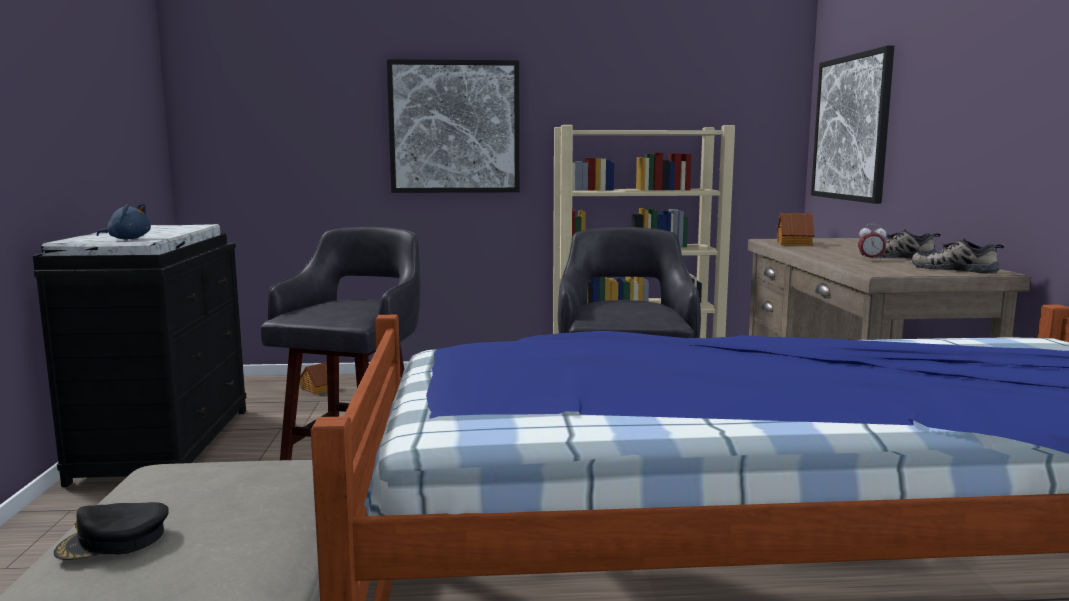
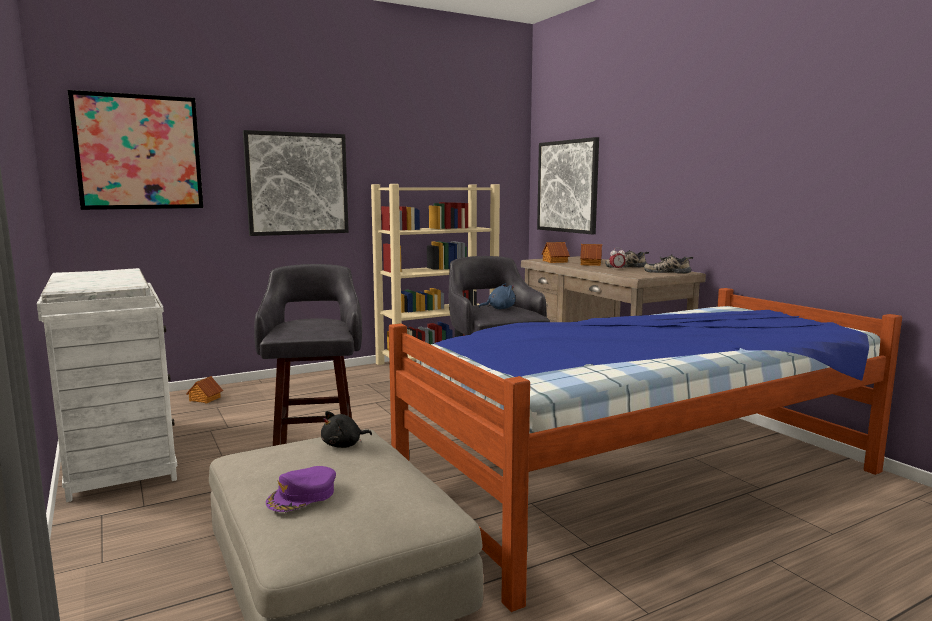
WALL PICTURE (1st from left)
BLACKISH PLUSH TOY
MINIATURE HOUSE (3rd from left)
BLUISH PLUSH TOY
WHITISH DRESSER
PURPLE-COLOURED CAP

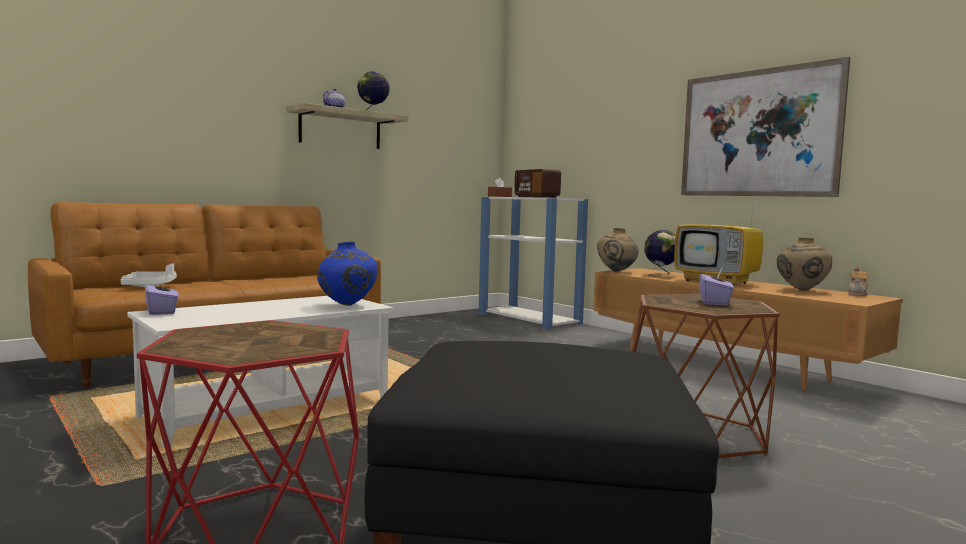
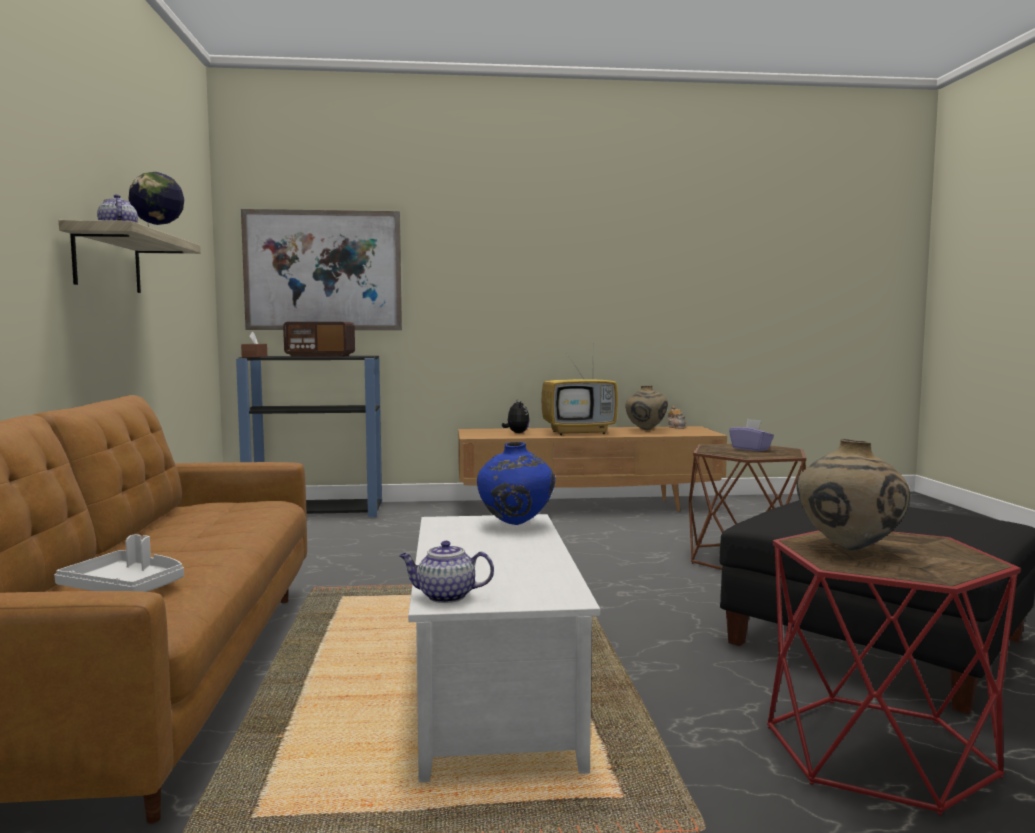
BEIGE-COLOURED DECORATIVE VASE (2nd from left)
WALL PICTURE
TEA POT (2nd from left)
PLUSH TOY
BLACKISH BOOKCASE

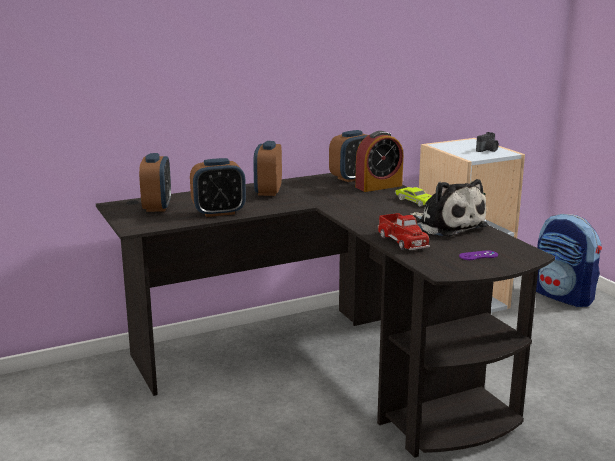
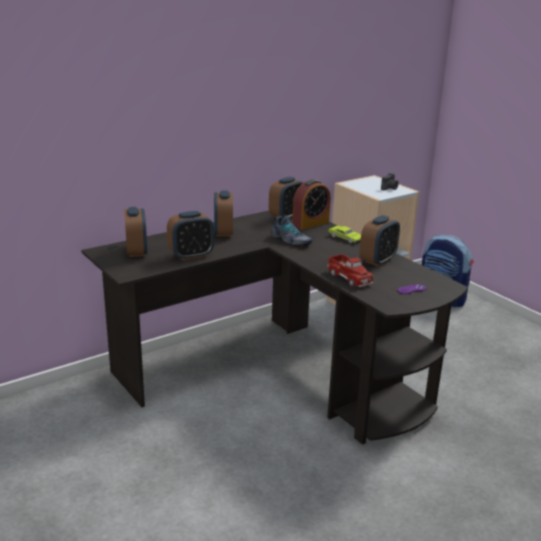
LOW SHOE
TABLE CLOCK (6th from left)

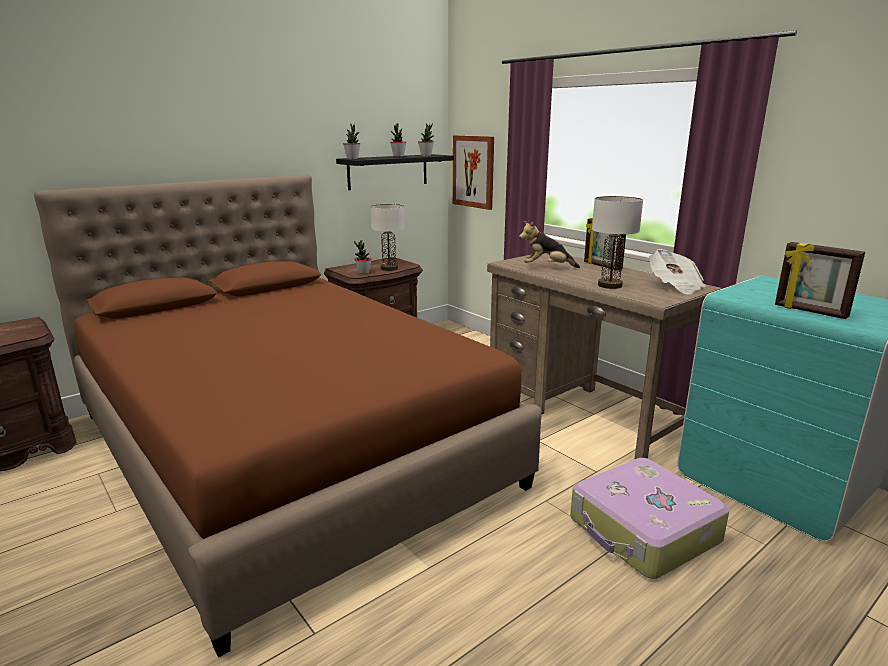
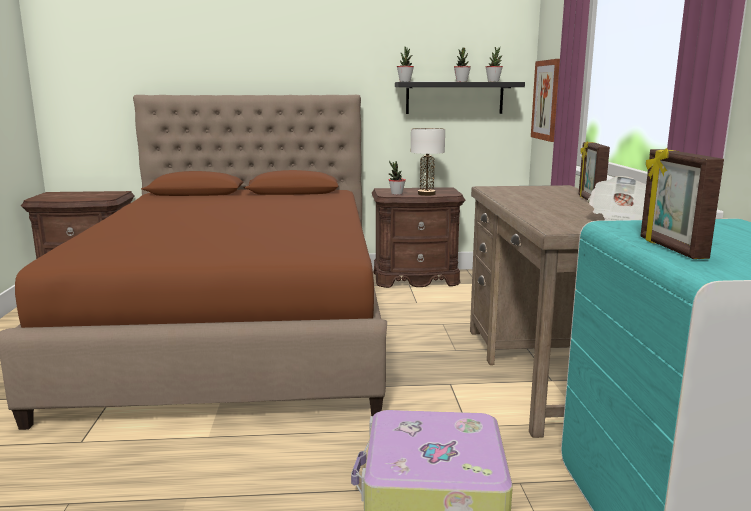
PLUSH TOY
TABLE LAMP (2nd from left in the first image)

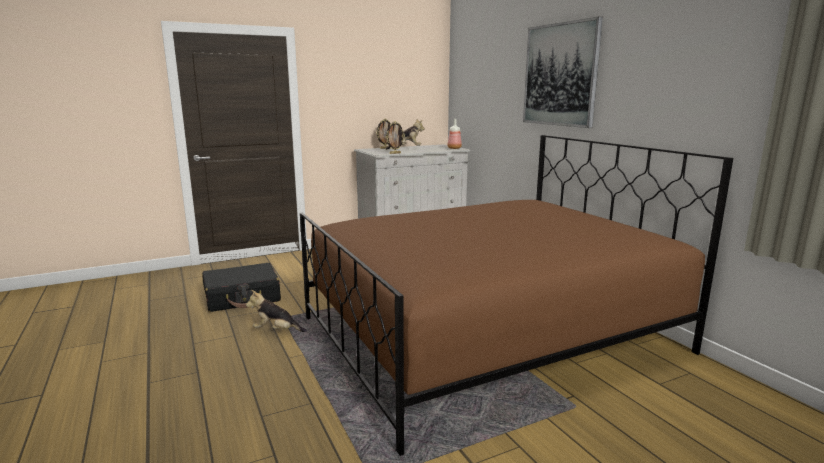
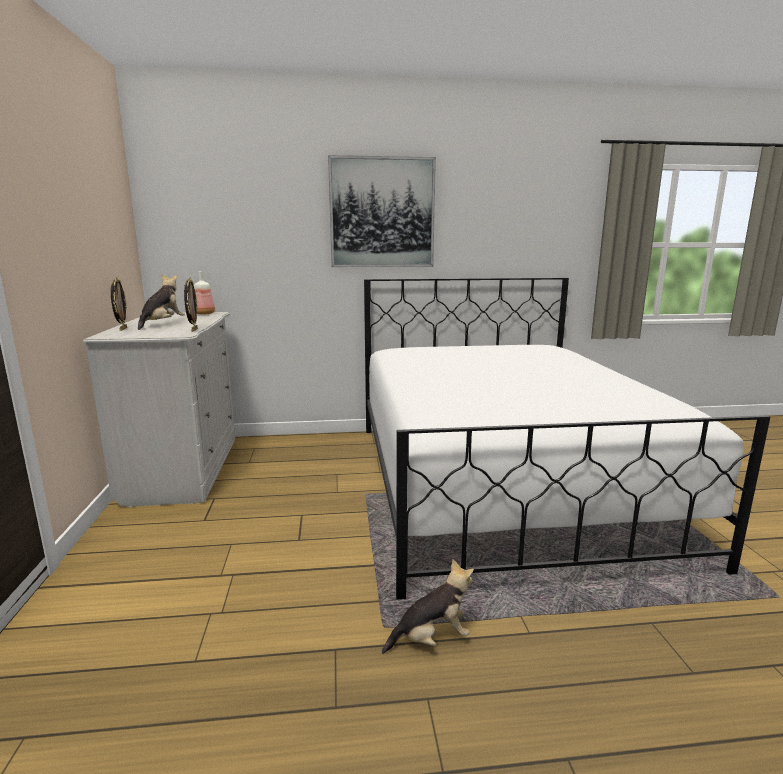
BLACKISH PIECE OF LUGGAGE
WHITISH BEDROOM BED
PLUSH TOY (2nd from left)

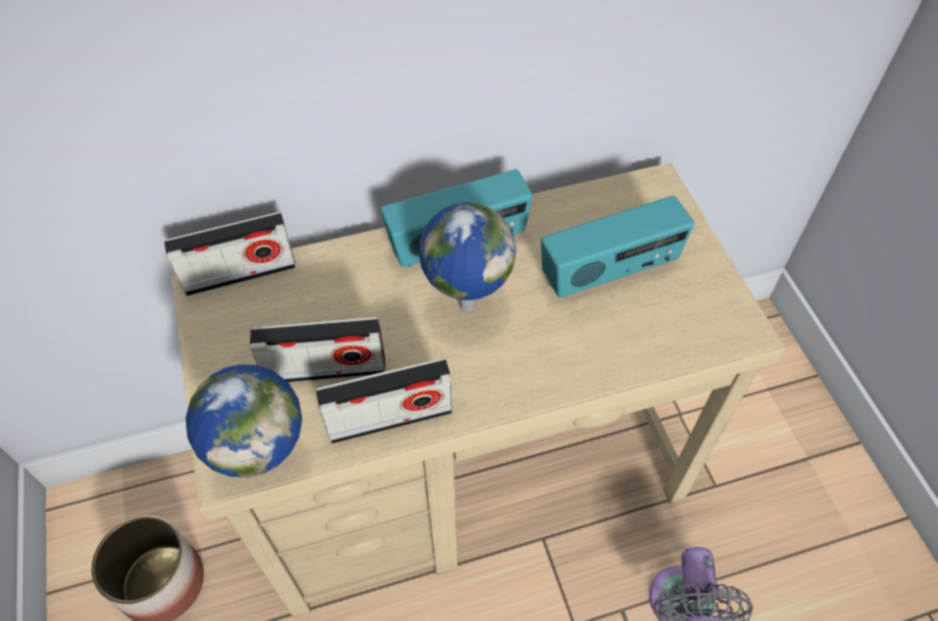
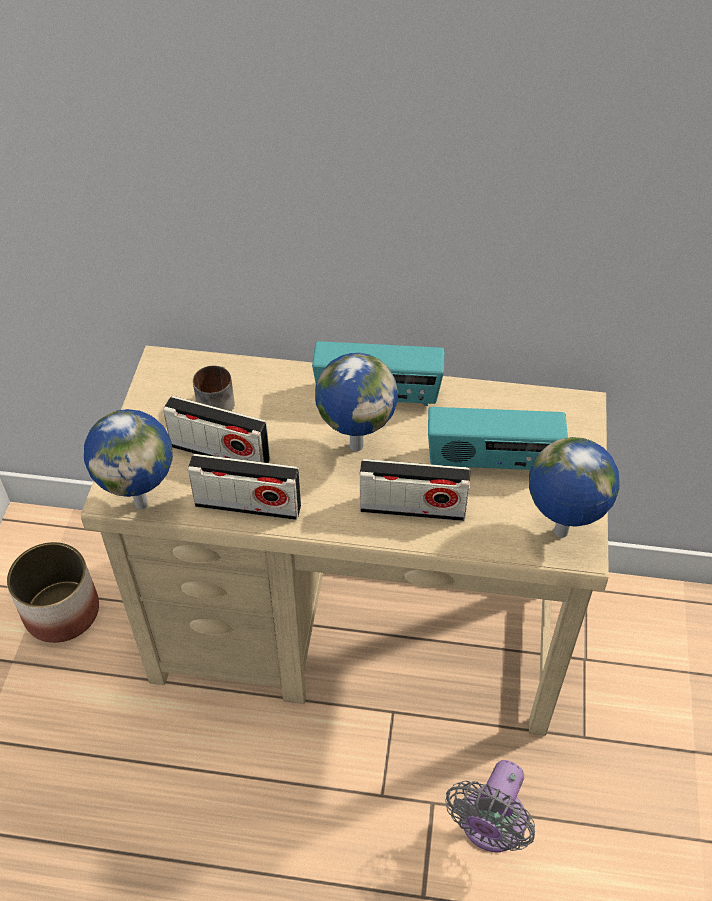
MUG
WORLD GLOBE (3rd from left)
RADIO RECEIVER (4th from left)

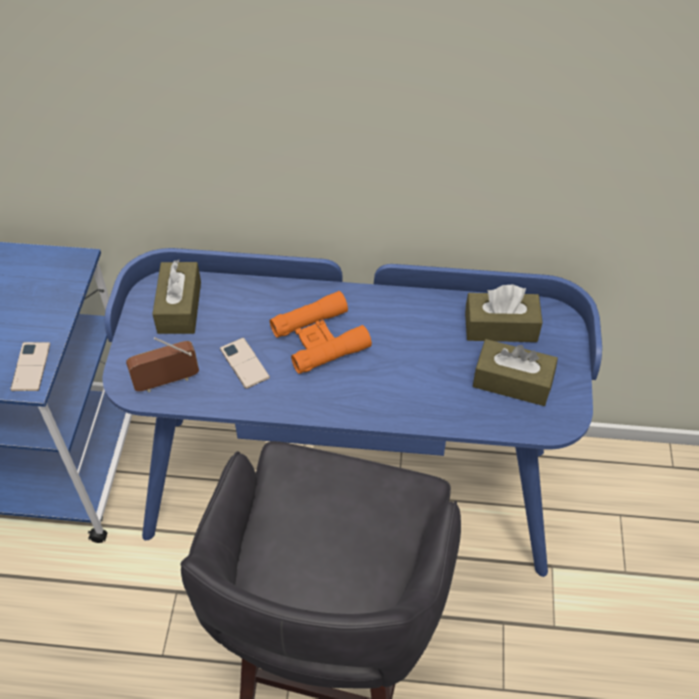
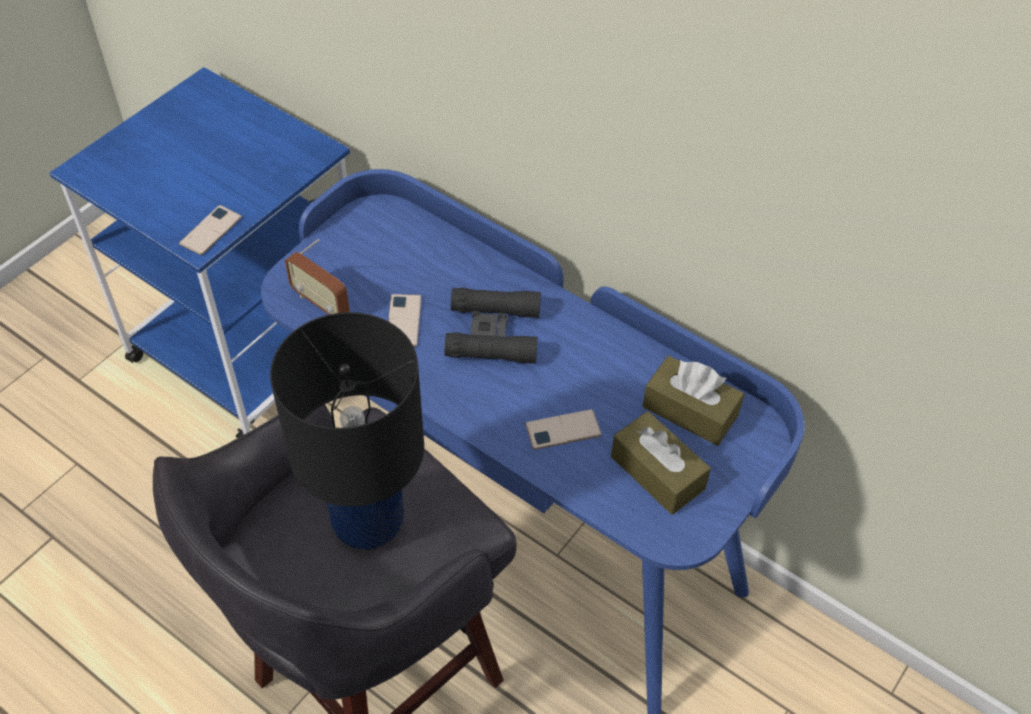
BROWN-COLOURED TISSUE HOLDER (1st from left in the first image)
BLACKISH TABLE LAMP
TELEPHONE (3rd from left)
BLACKISH PAIR OF BINOCULARS
RADIO RECEIVER

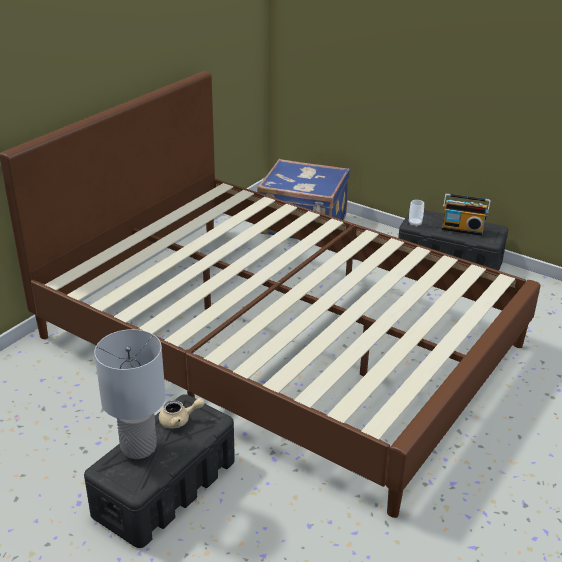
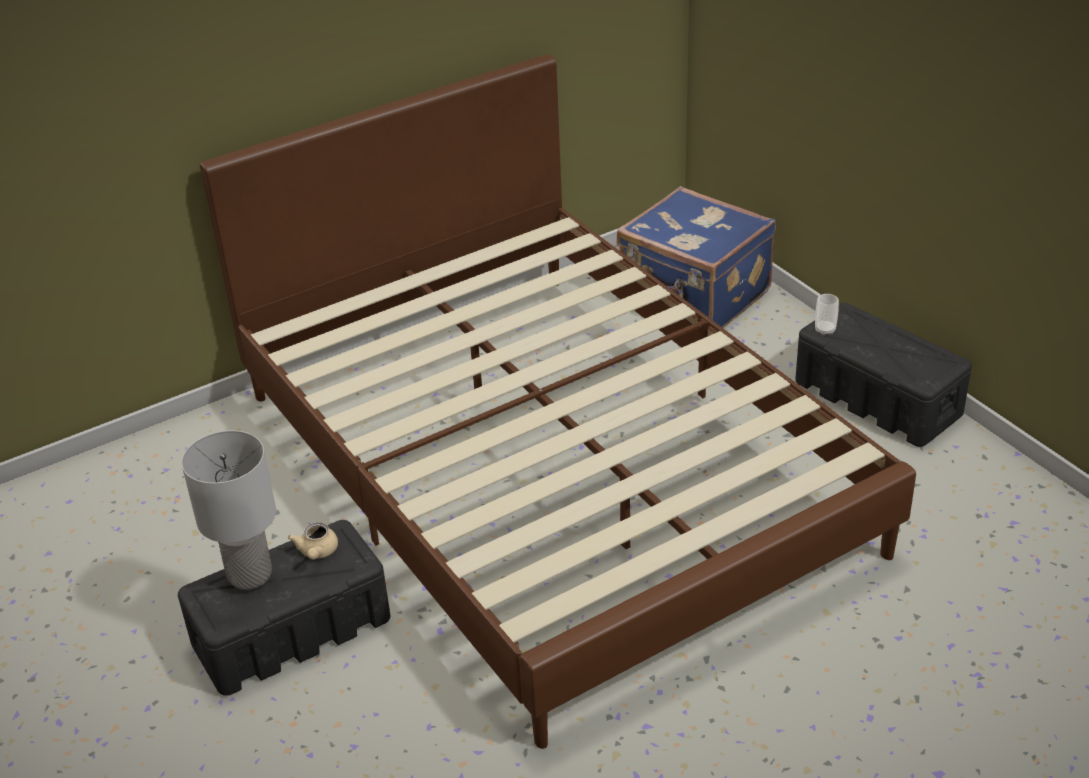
RADIO RECEIVER
BEIGE-COLOURED TEA POT

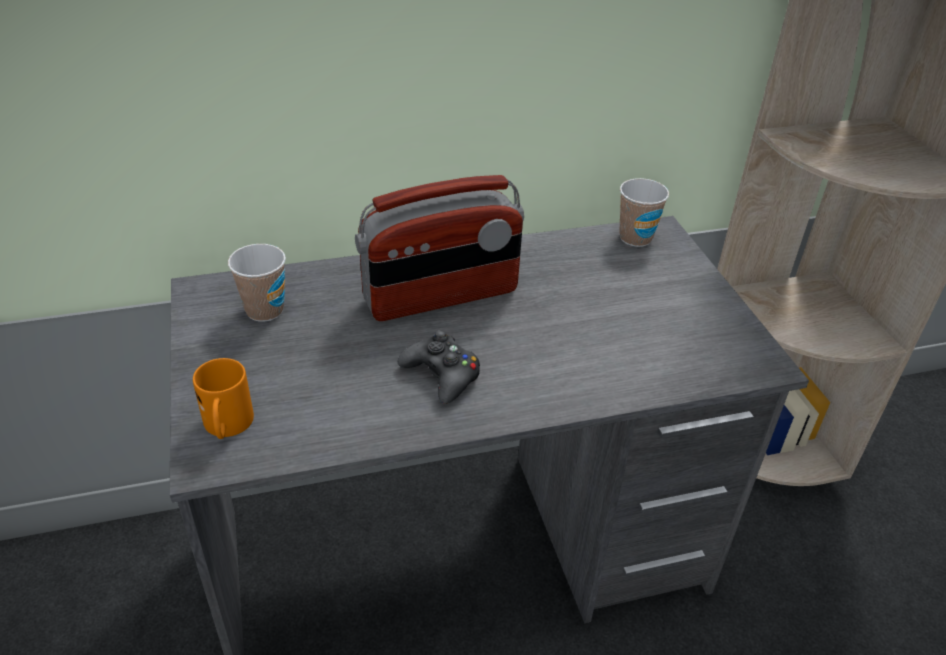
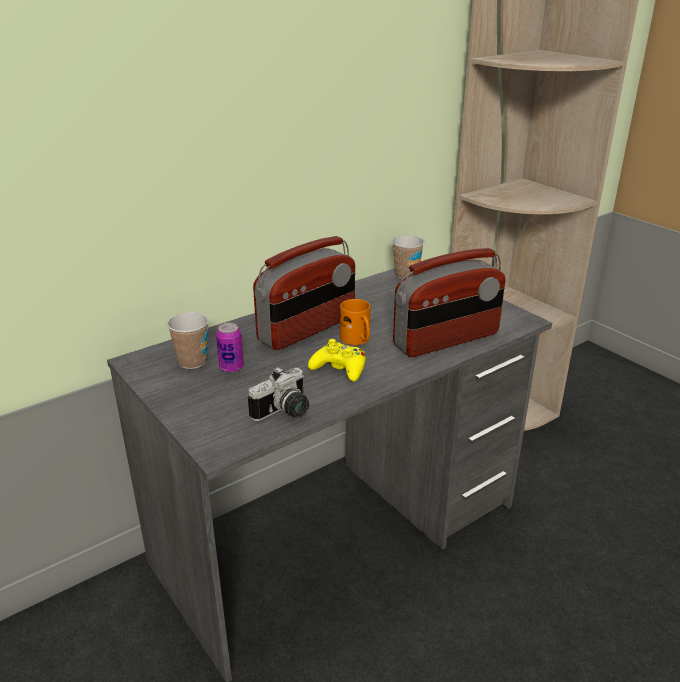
SEALED CAN
PHOTO CAMERA
RADIO RECEIVER (2nd from left)
ORANGEY MUG
YELLOW JOYPAD

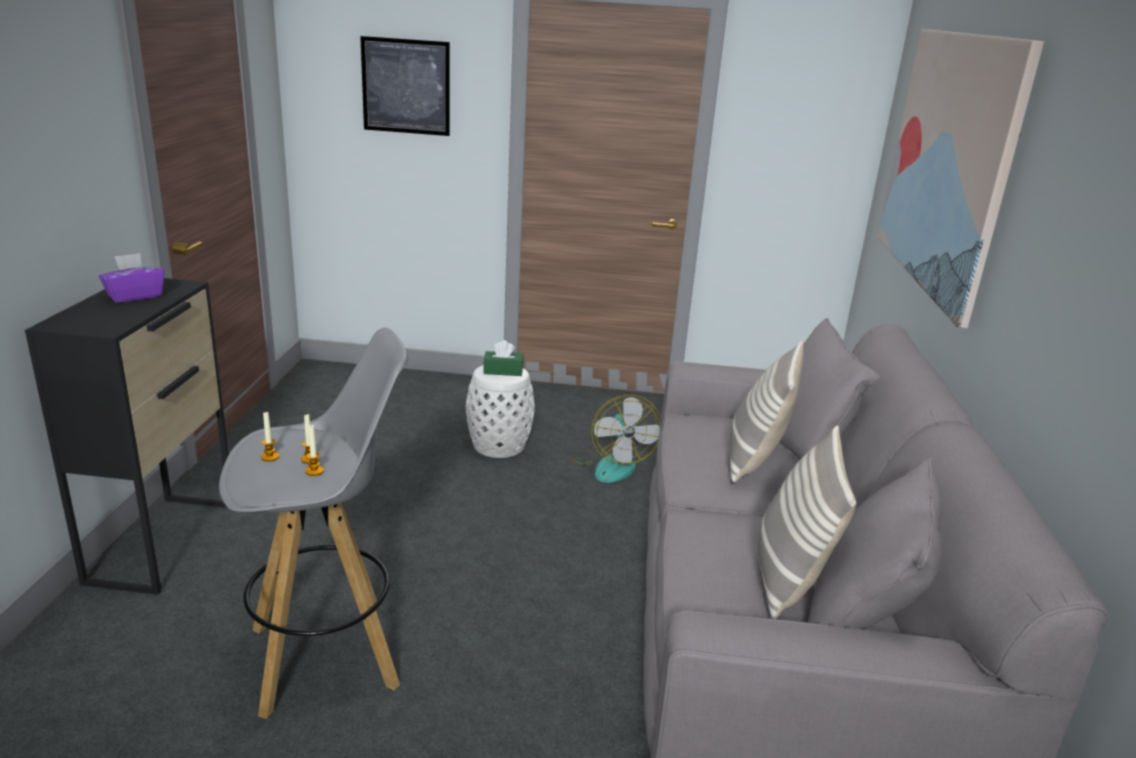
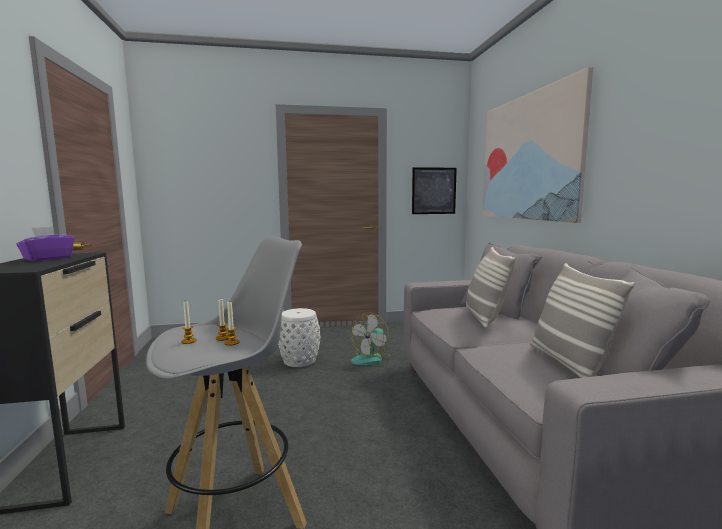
GREEN TISSUE HOLDER
WALL PICTURE (1st from left)
COOLING FAN

